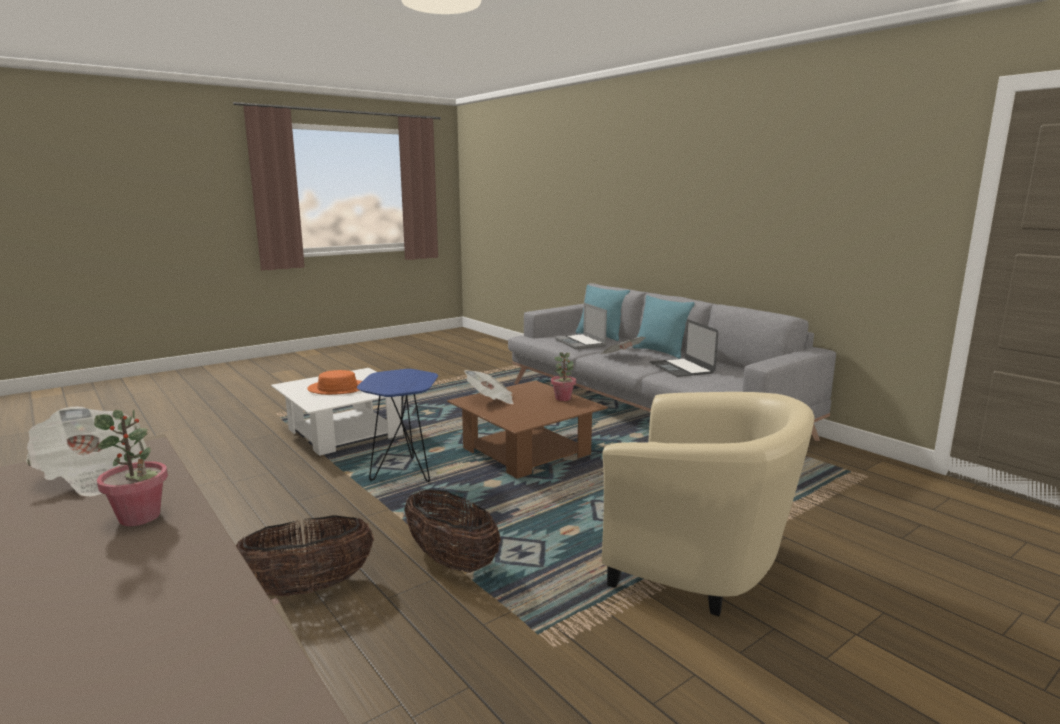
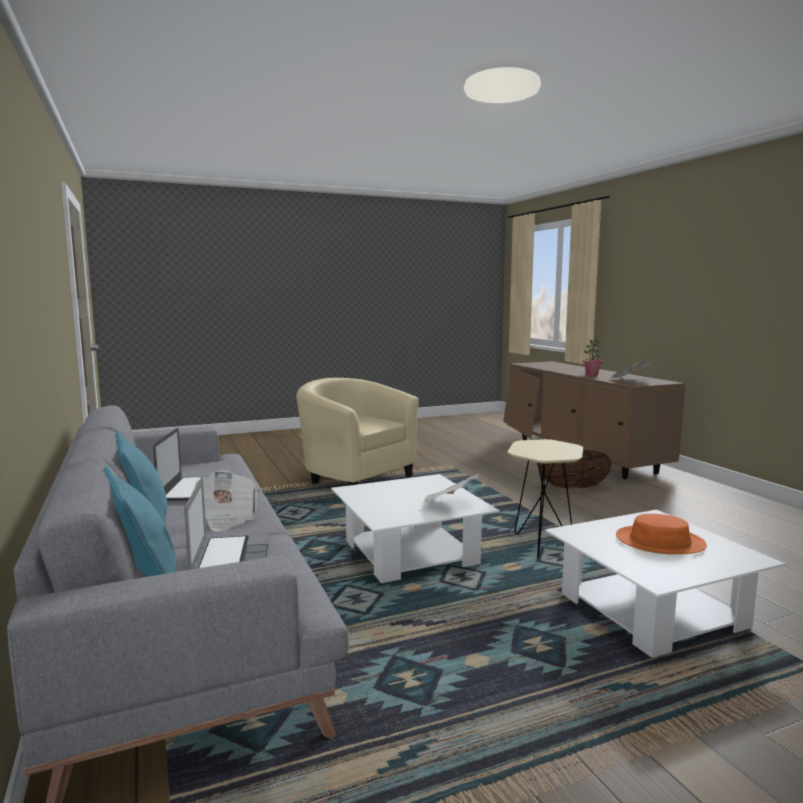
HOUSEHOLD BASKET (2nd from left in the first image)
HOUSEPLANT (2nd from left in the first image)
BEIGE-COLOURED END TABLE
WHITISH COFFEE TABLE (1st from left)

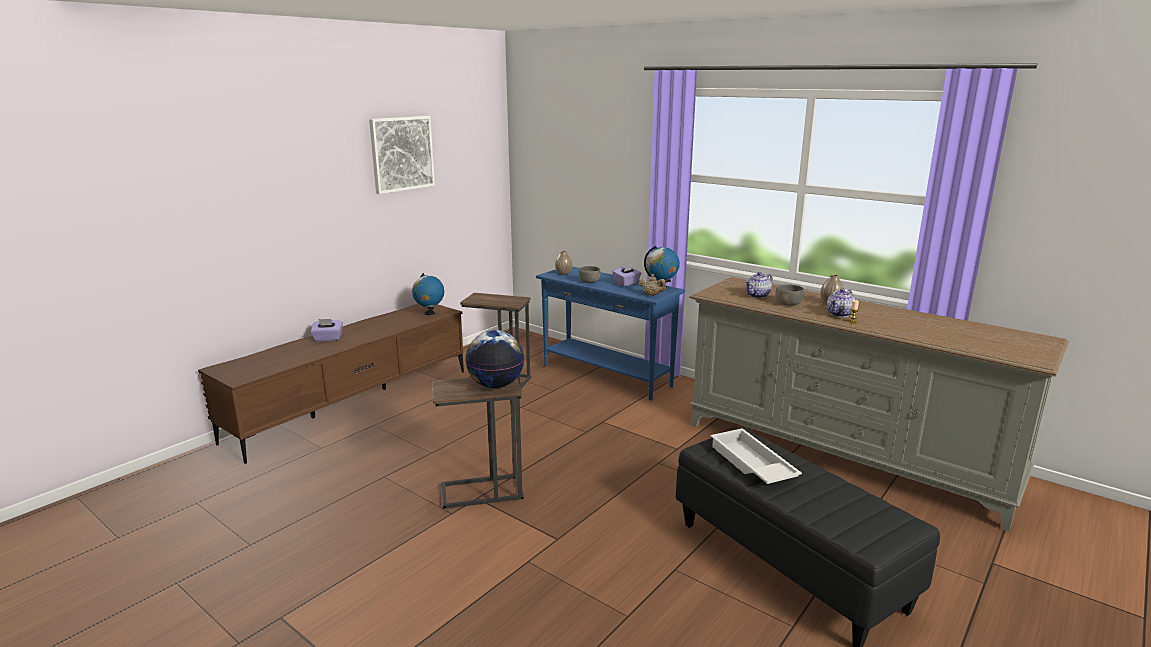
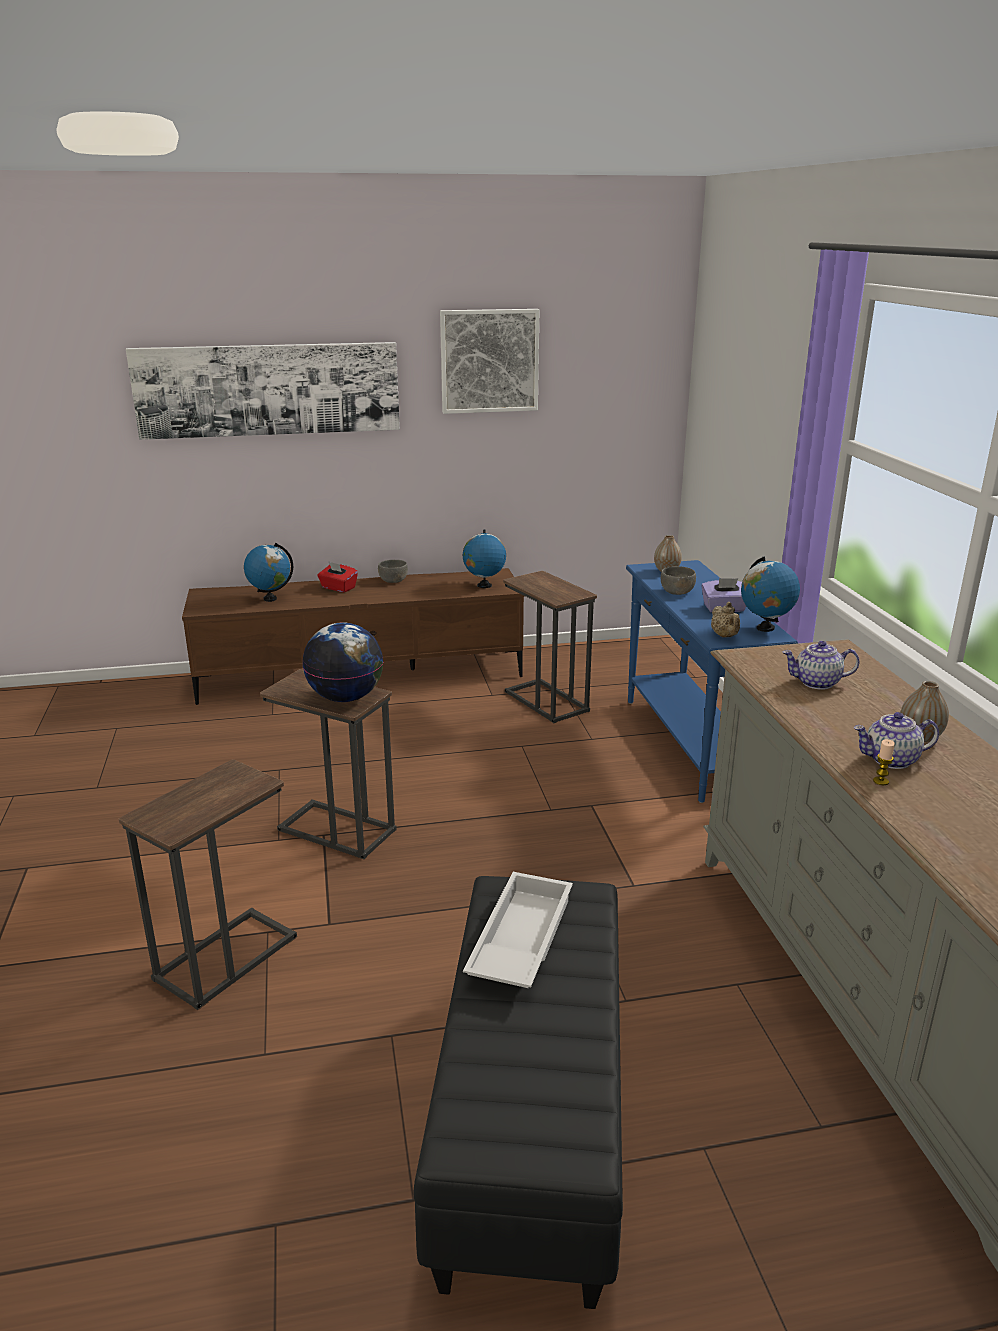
BROWN-COLOURED END TABLE (1st from left)
WALL PICTURE (1st from left)
WORLD GLOBE (1st from left)
GREYISH BOWL (1st from left)
REDDISH TISSUE HOLDER

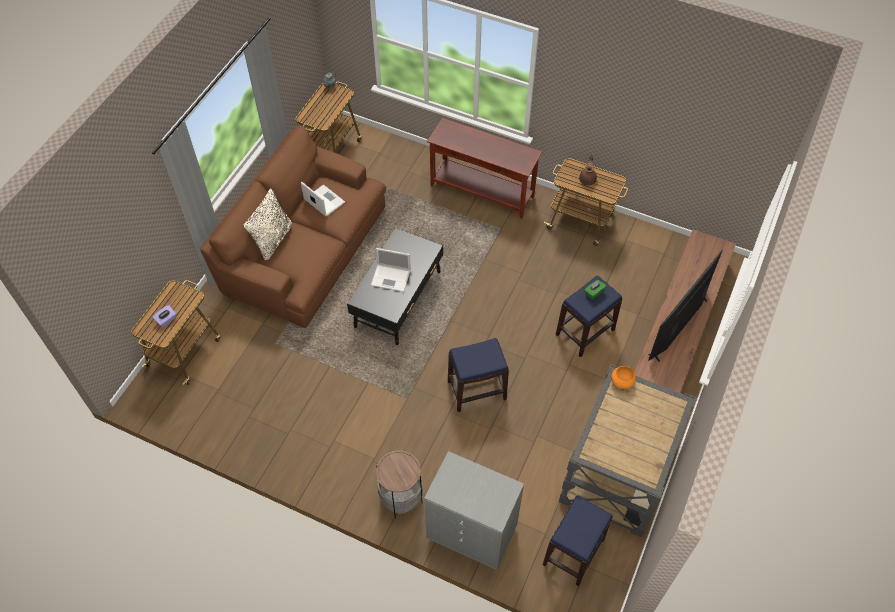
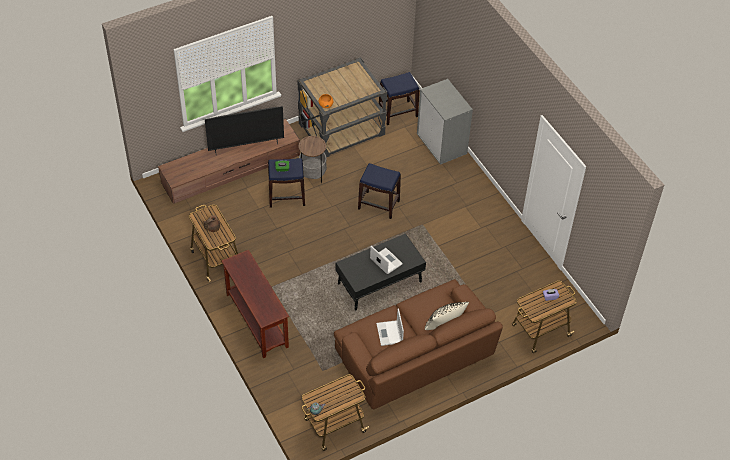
END TABLE

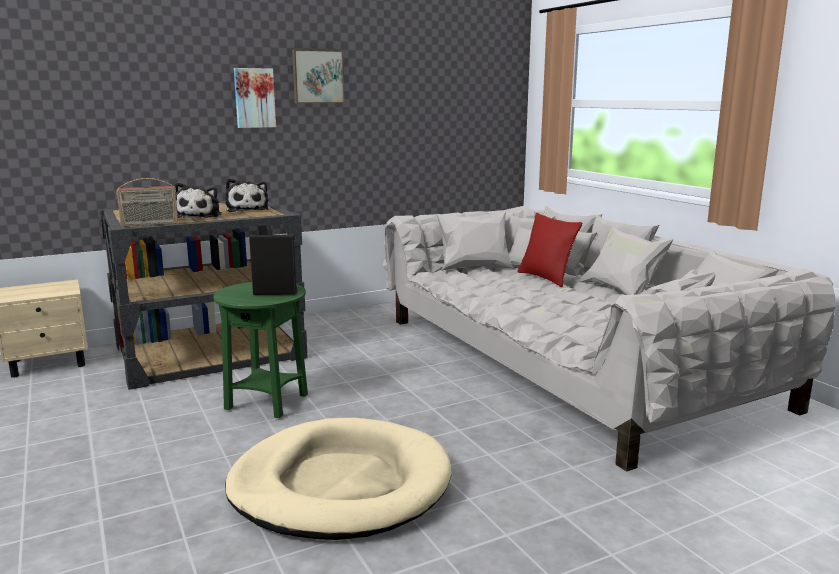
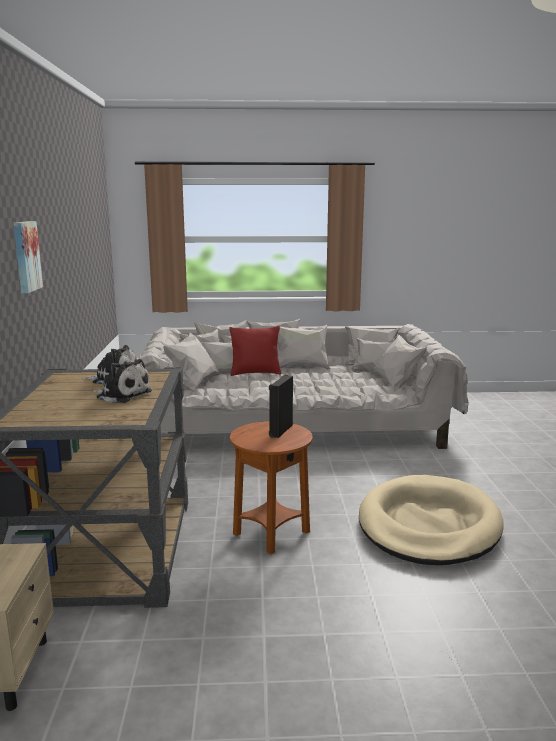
RADIO RECEIVER
WALL PICTURE (2nd from left in the first image)
BROWN-COLOURED END TABLE

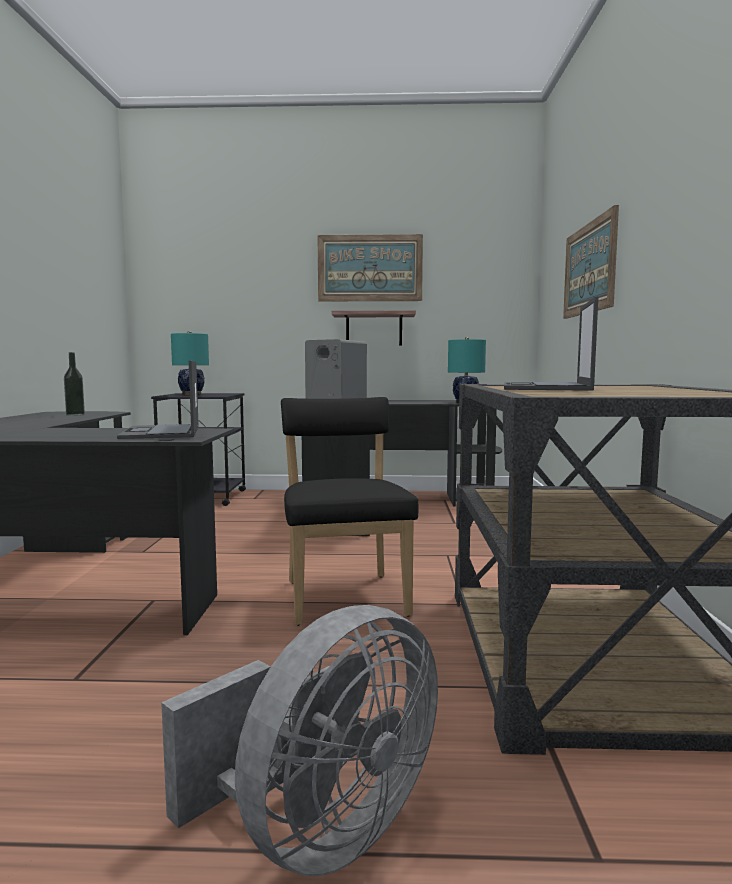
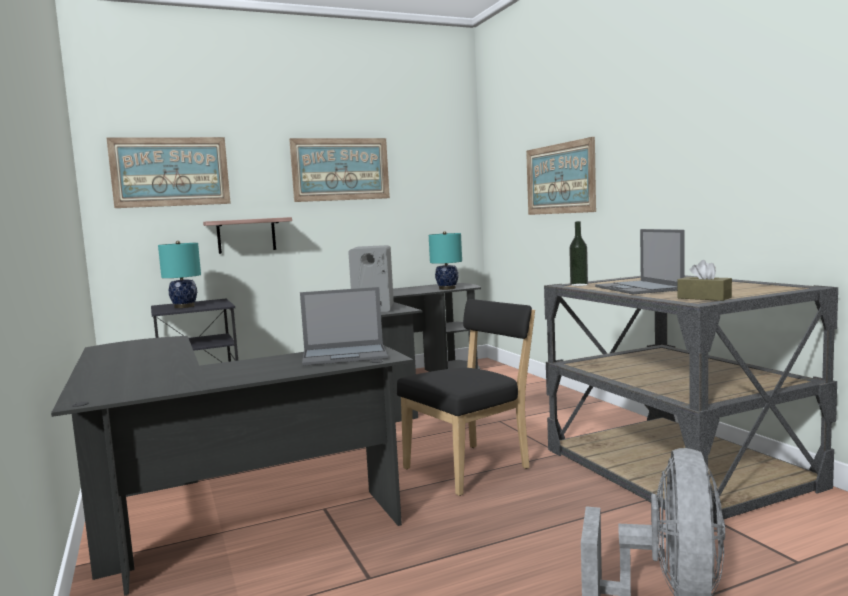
WALL PICTURE (1st from left)
BROWN-COLOURED TISSUE HOLDER
BOTTLE
SHELF
PORTABLE COMPUTER (1st from left)
BLACKISH CHAIR

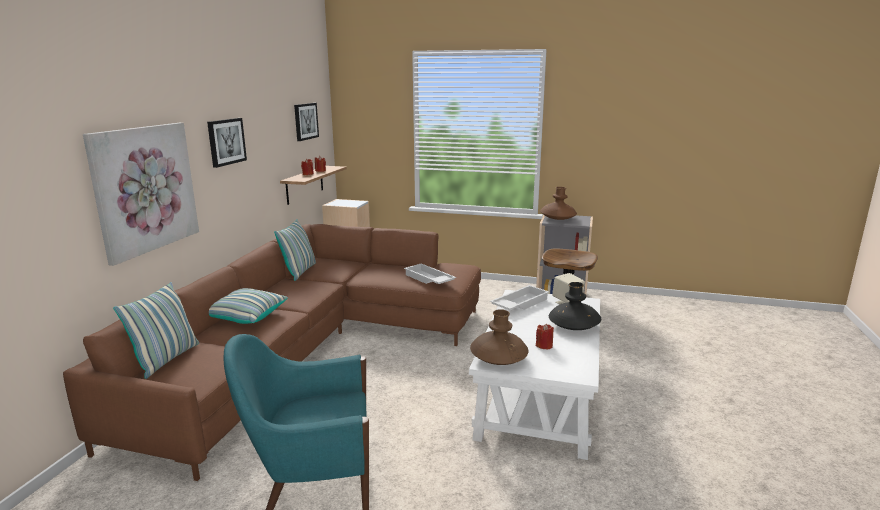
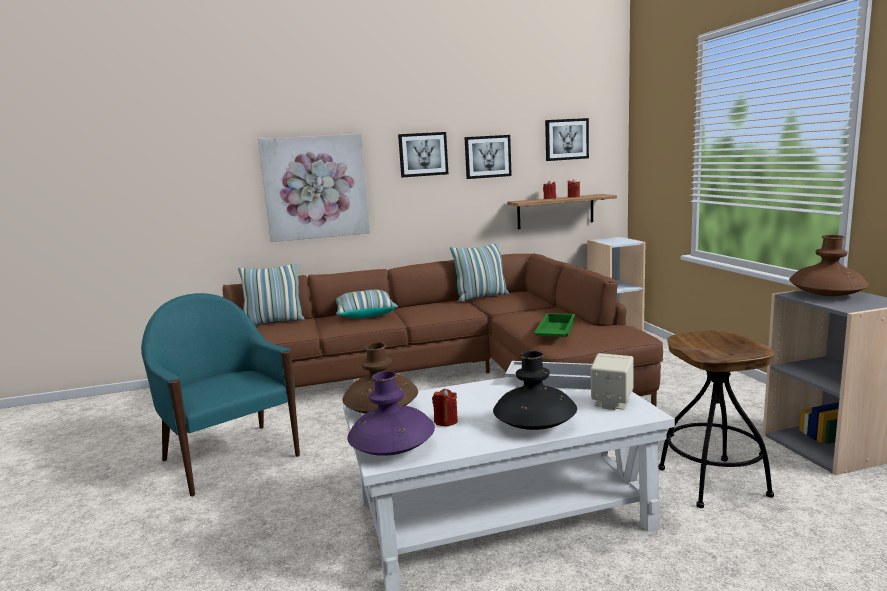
PURPLE-COLOURED DECORATIVE VASE
WALL PICTURE (3rd from left)
GREEN CARRYING TRAY

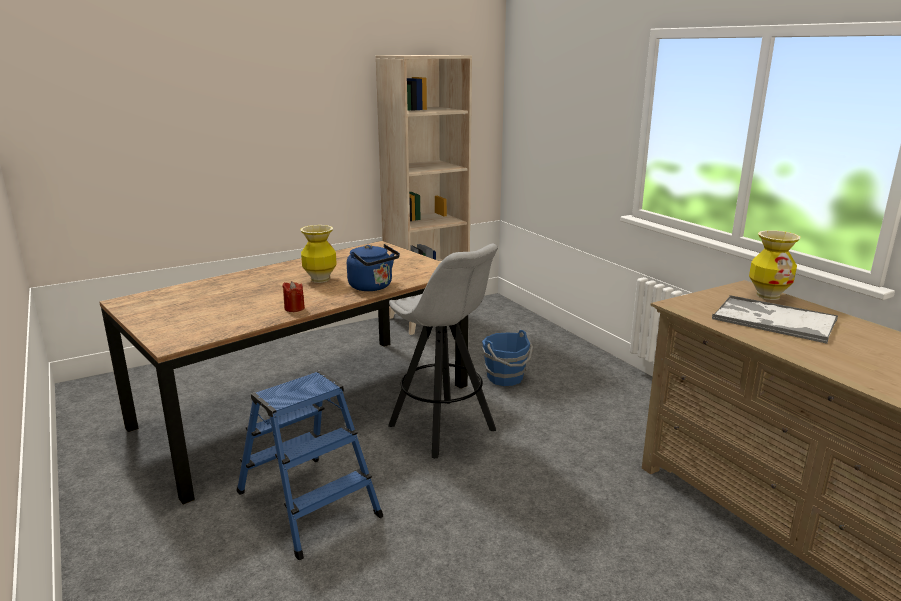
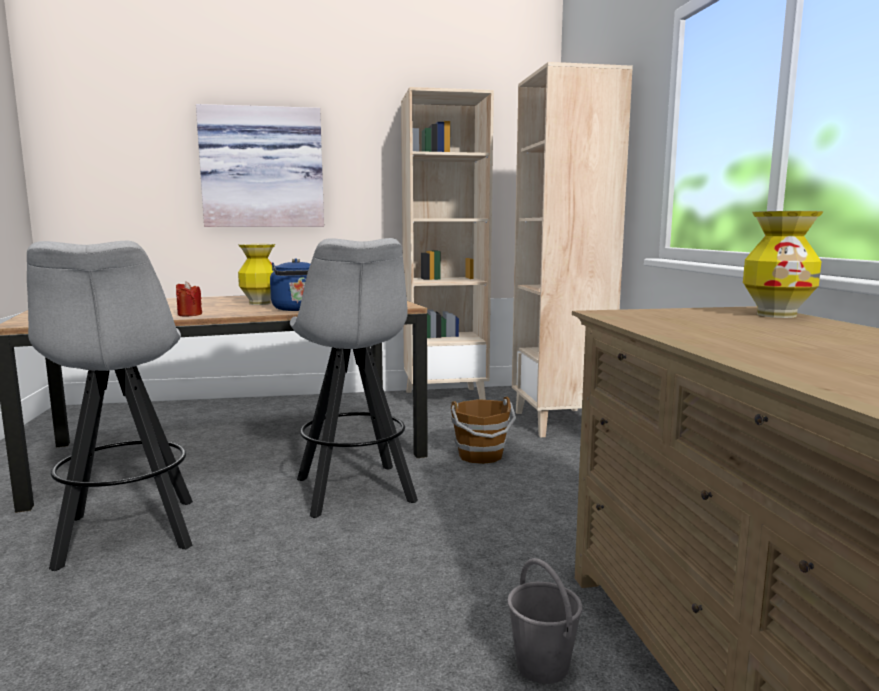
CARRYING TRAY
WALL PICTURE
GREYISH PAIL
BEIGE-COLOURED BOOKCASE (2nd from left)
GREYISH STOOL SEAT (1st from left)
BROWN-COLOURED PAIL

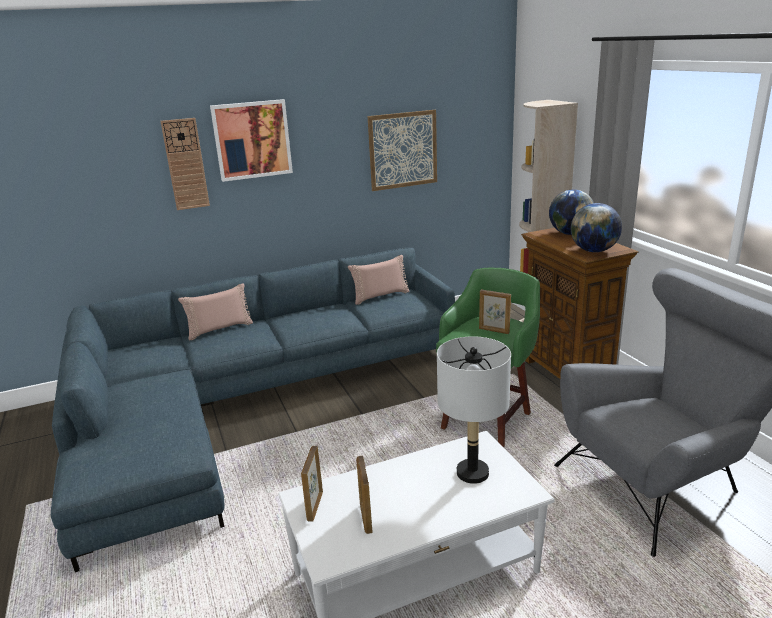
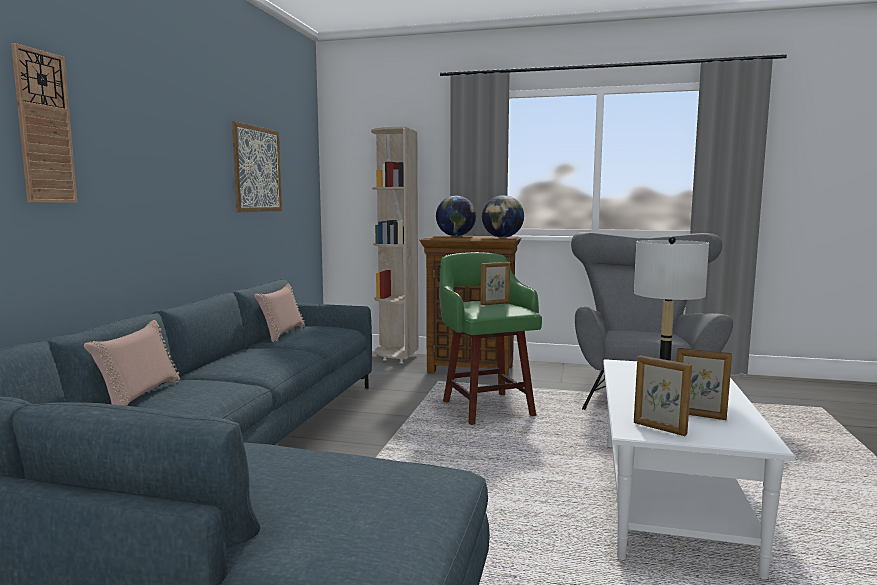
WALL PICTURE (1st from left in the first image)

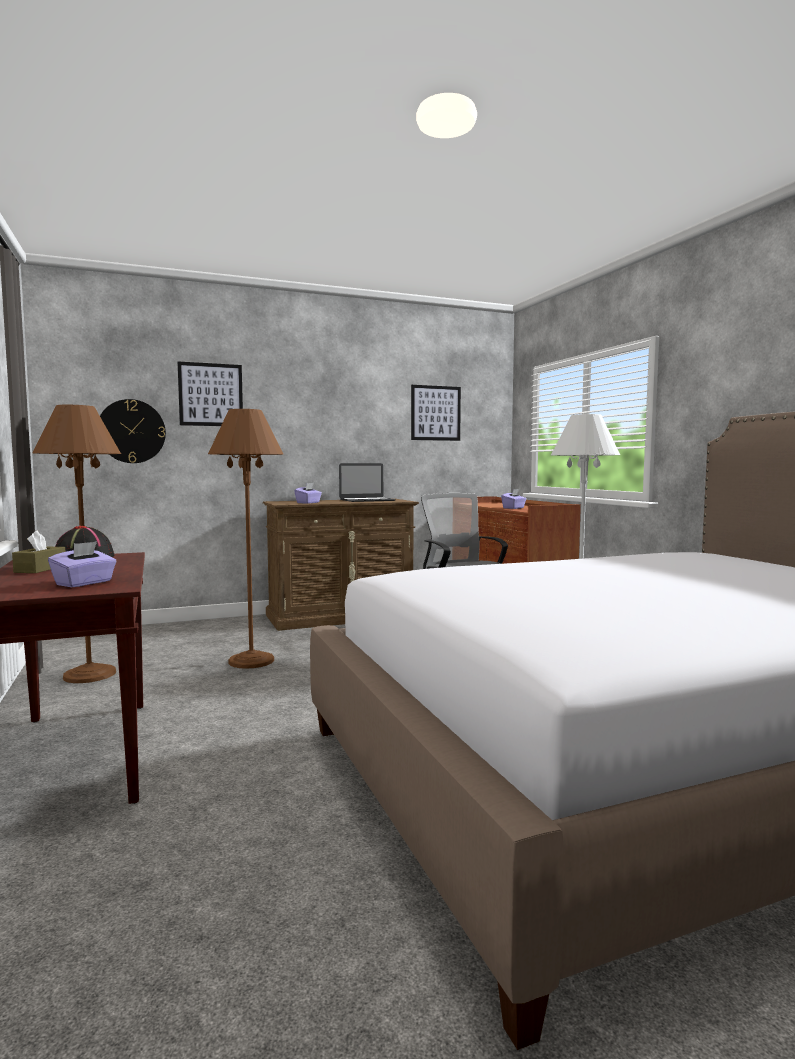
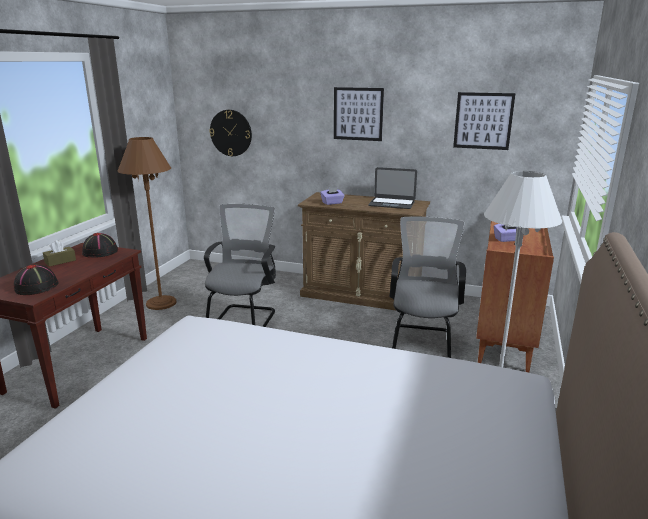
WALL PICTURE (1st from left)
BLACKISH CLOTHING HAT (1st from left)
CHAIR (1st from left)

